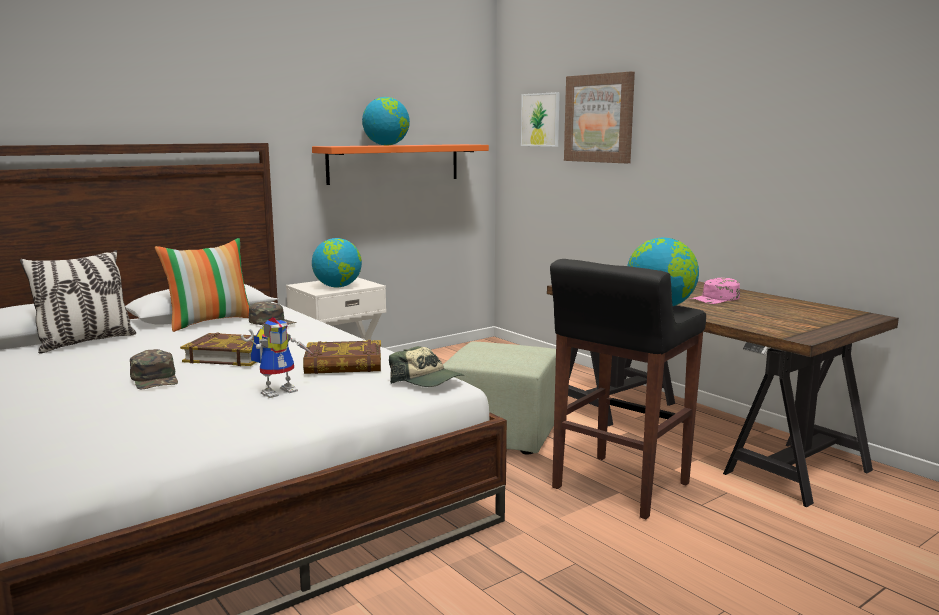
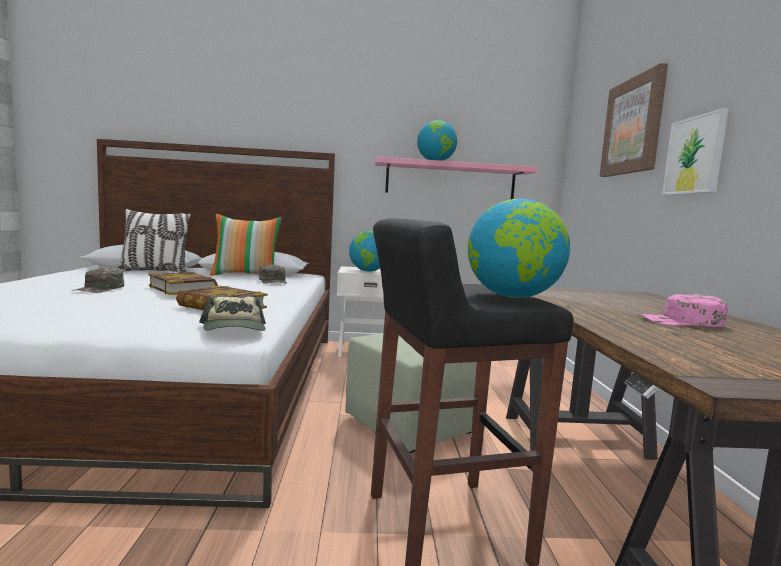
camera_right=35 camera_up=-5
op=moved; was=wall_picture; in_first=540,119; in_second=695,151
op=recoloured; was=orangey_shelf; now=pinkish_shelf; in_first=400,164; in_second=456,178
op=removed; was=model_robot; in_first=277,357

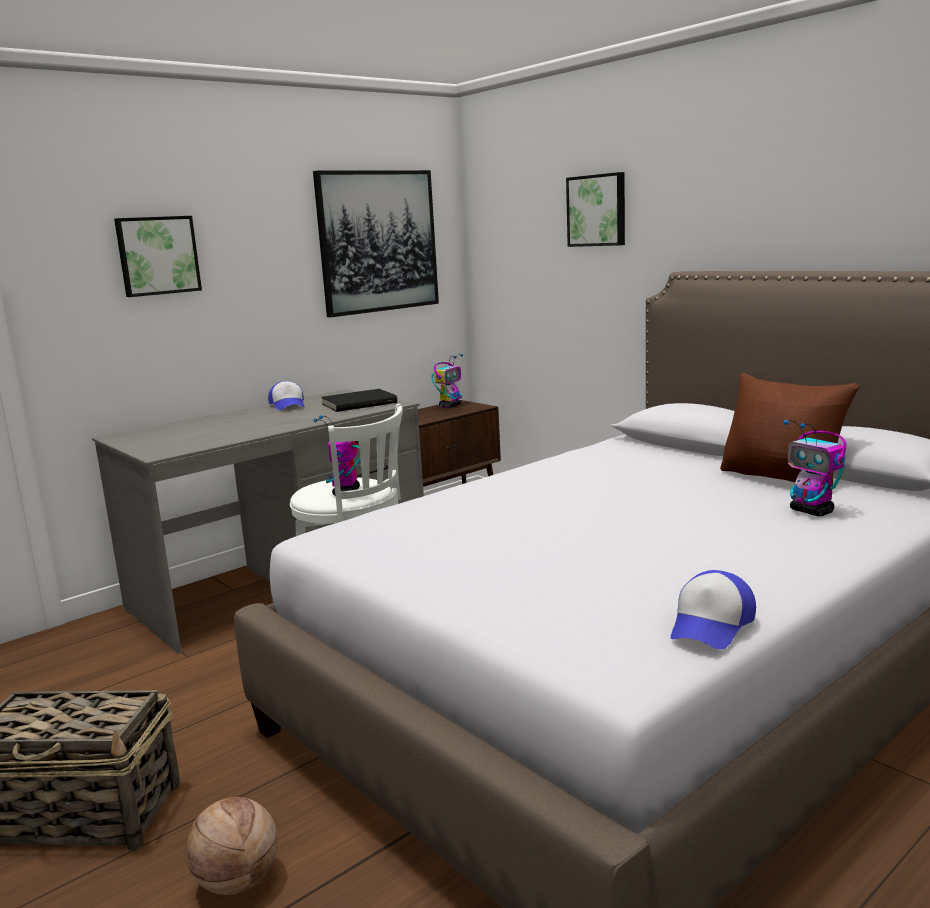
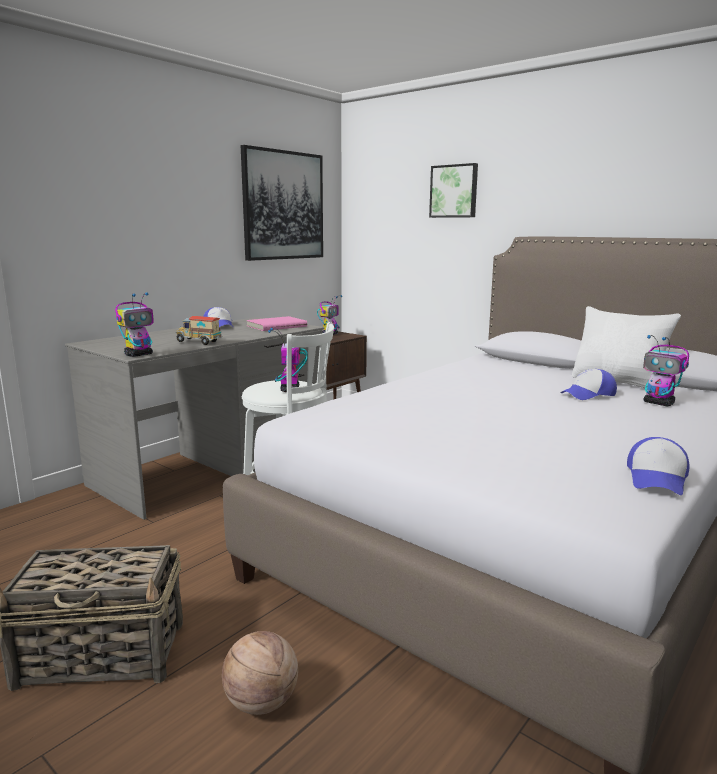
camera_right=-10 camera_up=0
op=removed; was=wall_picture; in_first=158,256
op=recoloured; was=brown-coloured_throw_pillow; now=whitish_throw_pillow; in_first=789,429; in_second=626,347
op=recoloured; was=blackish_bound_book; now=pinkish_bound_book; in_first=359,400; in_second=276,323
op=added; now=model_robot; in_second=134,324
op=added; now=toy_truck; in_second=198,330
op=added; now=baseball_cap; in_second=589,384

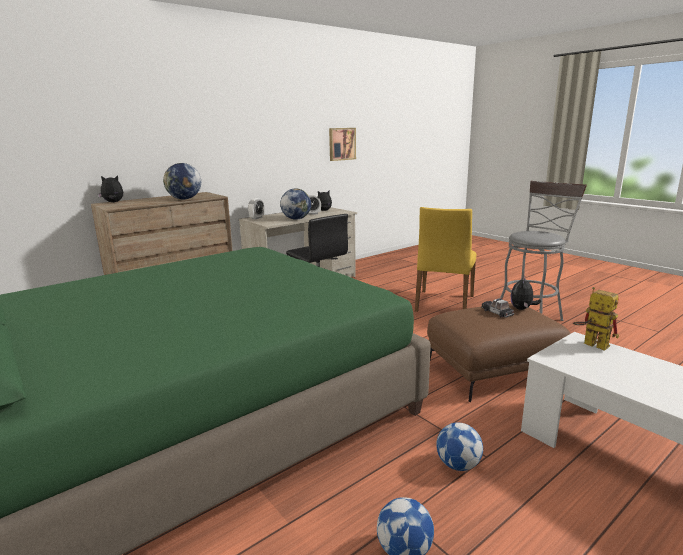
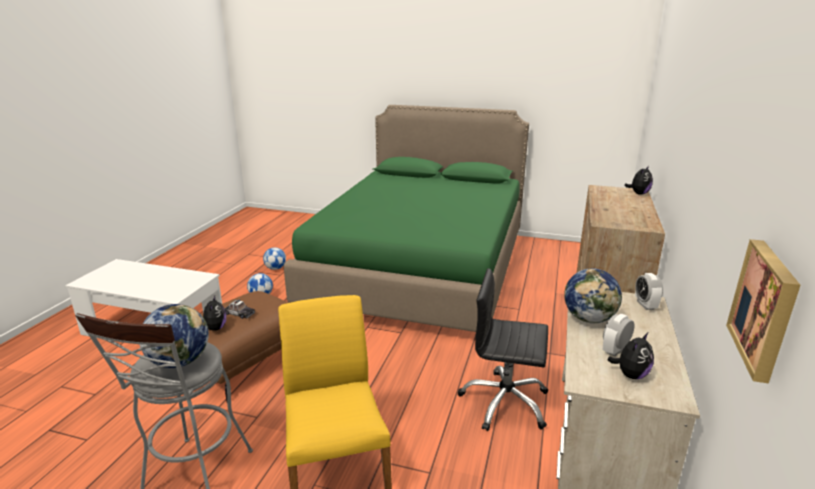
camera_right=145 camera_up=5
op=moved; was=world_globe; in_first=182,181; in_second=174,336
op=removed; was=model_robot; in_first=596,319

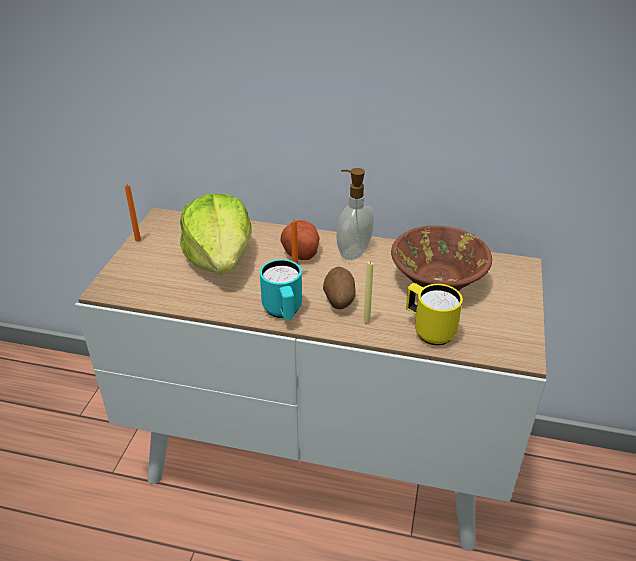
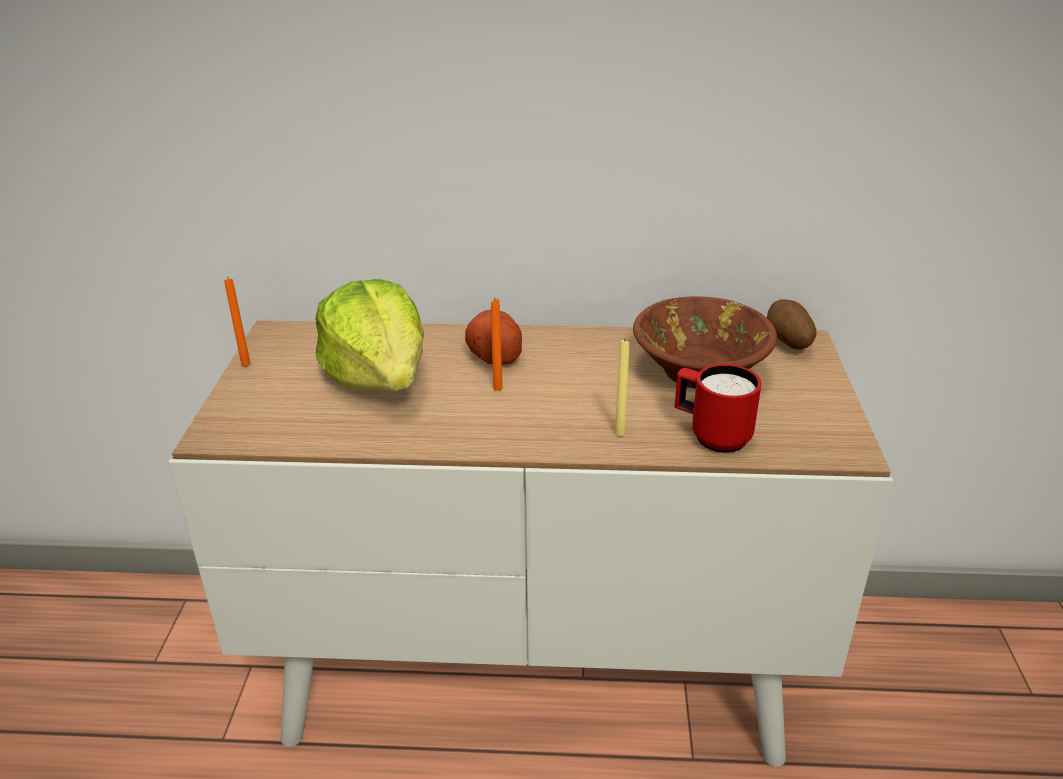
camera_right=-10 camera_up=-5
op=removed; was=liquid_soap_bottle; in_first=355,214
op=removed; was=blue-green_tea_mug; in_first=281,289
op=moved; was=potato; in_first=339,288; in_second=792,325
op=recoloured; was=yellowish_tea_mug; now=reddish_tea_mug; in_first=434,314; in_second=718,408

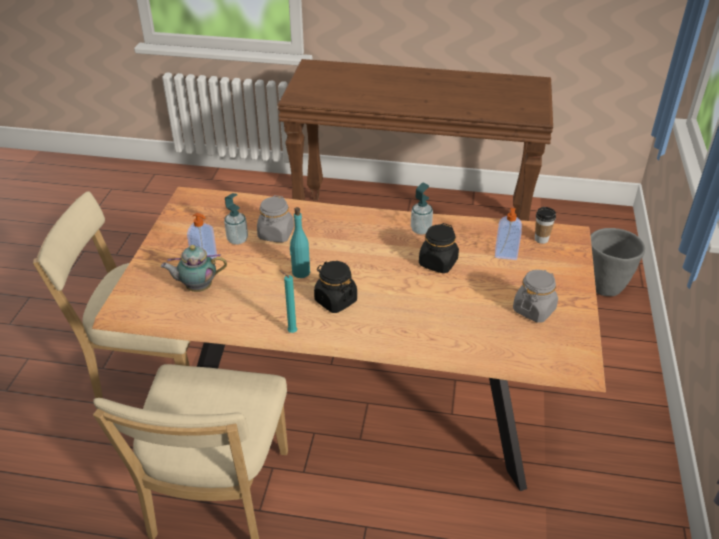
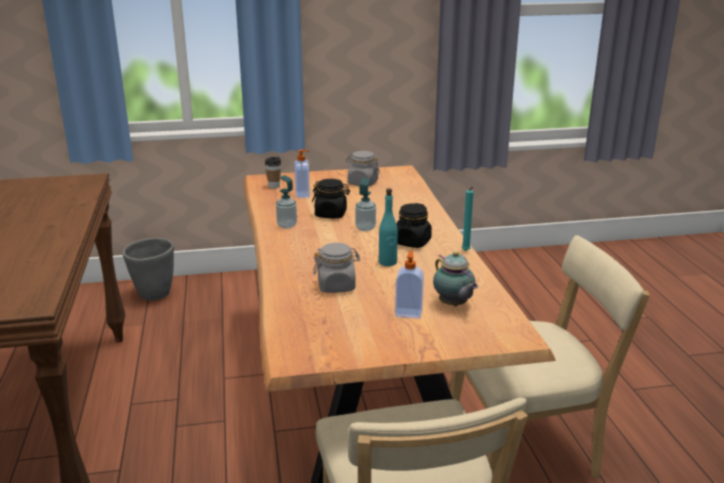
camera_right=-110 camera_up=-15
op=moved; was=liquid_soap_bottle; in_first=236,219; in_second=365,204

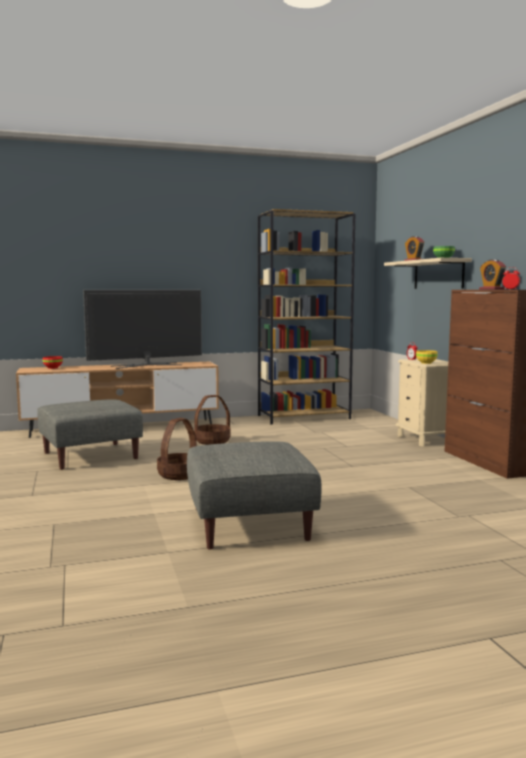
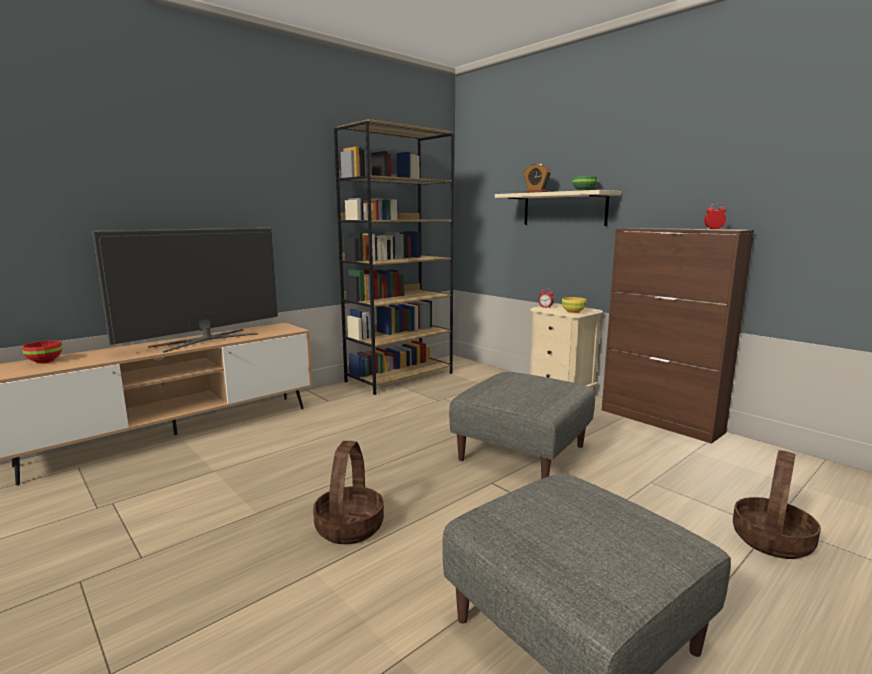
camera_right=-25 camera_up=5
op=removed; was=alarm_clock; in_first=492,274
op=moved; was=household_basket; in_first=212,420; in_second=777,504
op=moved; was=grey_footrest; in_first=90,434; in_second=522,425

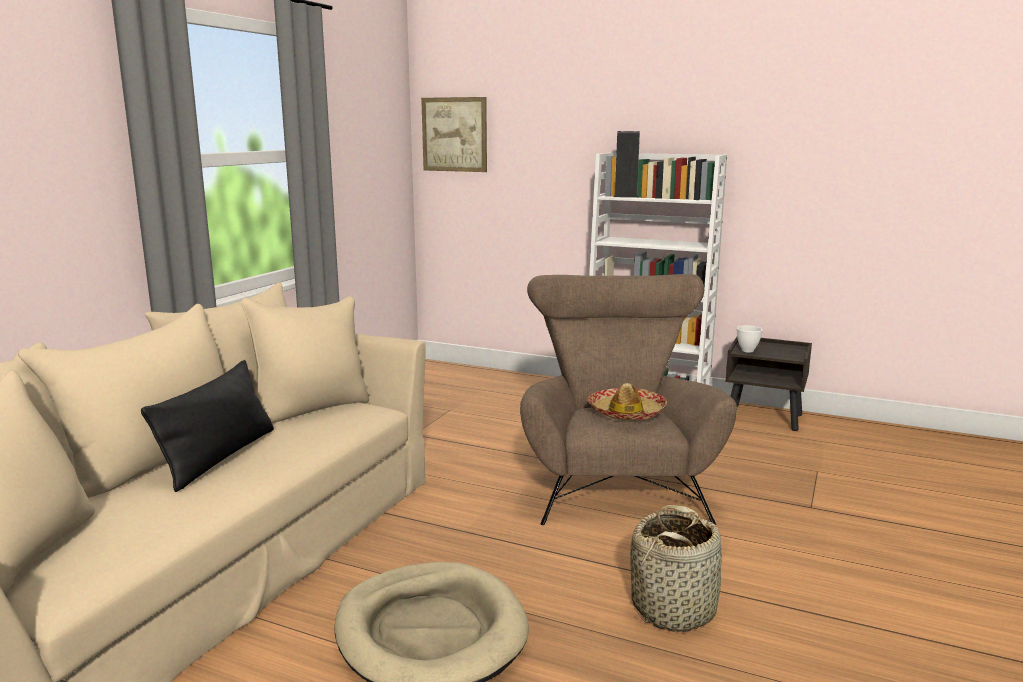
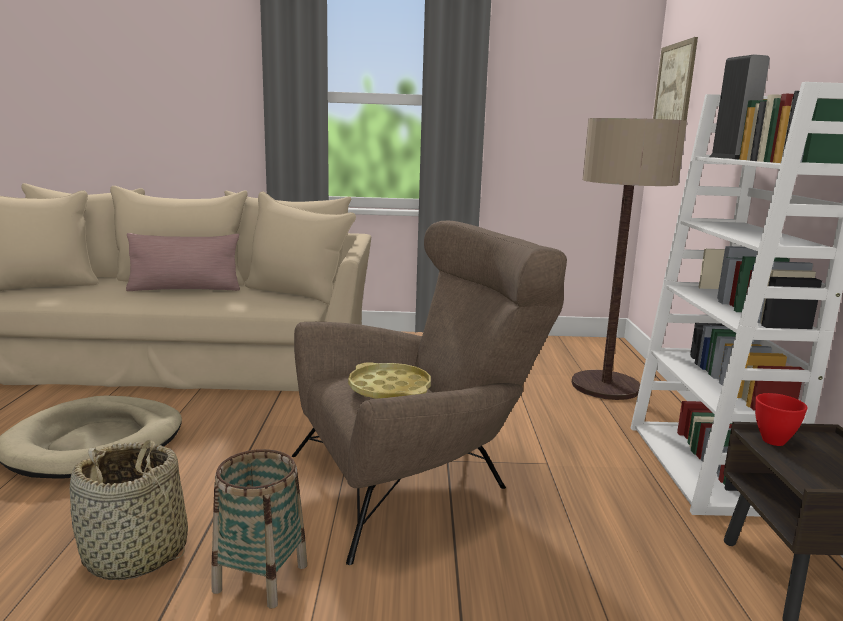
camera_right=65 camera_up=0
op=recoloured; was=whitish_serving_bowl; now=reddish_serving_bowl; in_first=750,339; in_second=781,419
op=recoloured; was=blackish_throw_pillow; now=pinkish_throw_pillow; in_first=207,426; in_second=183,262
op=replaced; was=wearable_hat; now=yellowish_tray; in_first=627,402; in_second=389,380
op=added; now=floor_lamp; in_second=629,259
op=added; now=household_basket; in_second=259,529

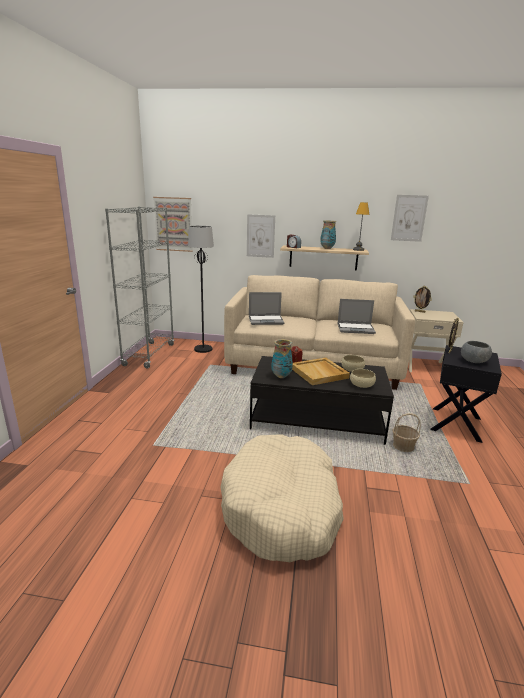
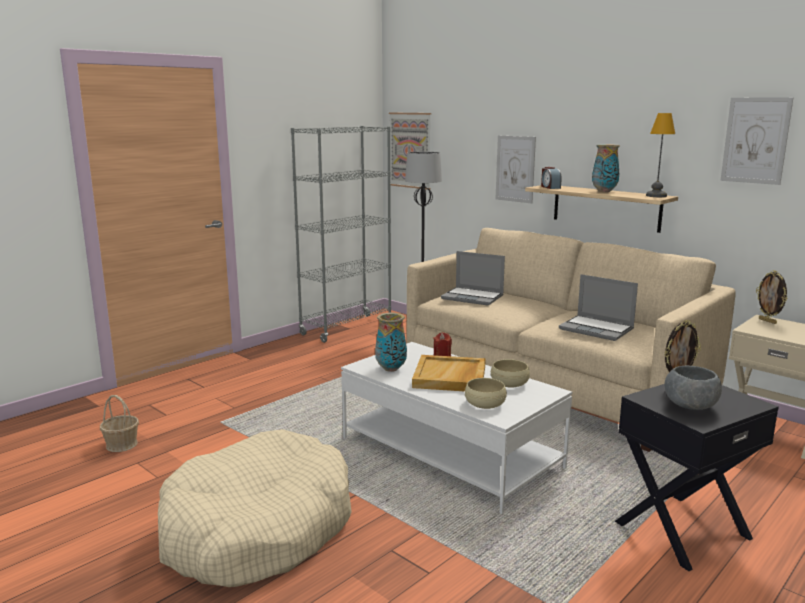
camera_right=35 camera_up=-5
op=recoloured; was=blackish_lounge_table; now=whitish_lounge_table; in_first=322,400; in_second=456,428
op=moved; was=household_basket; in_first=406,432; in_second=119,423

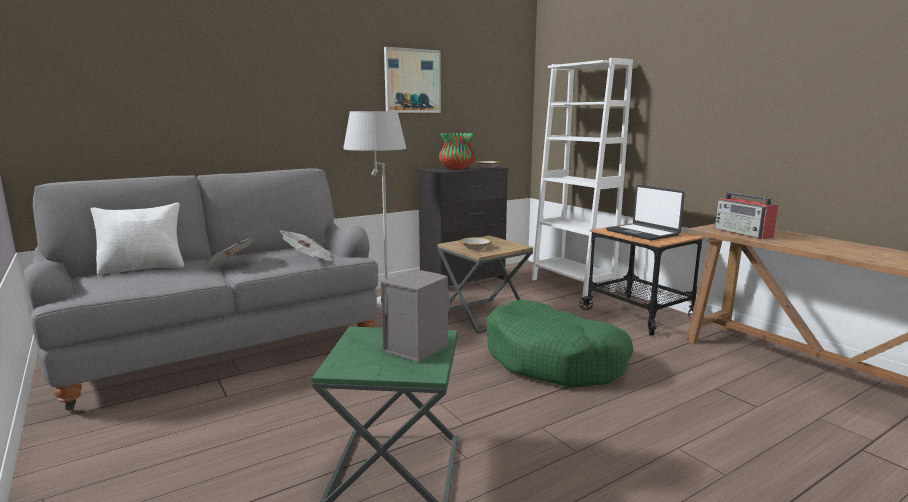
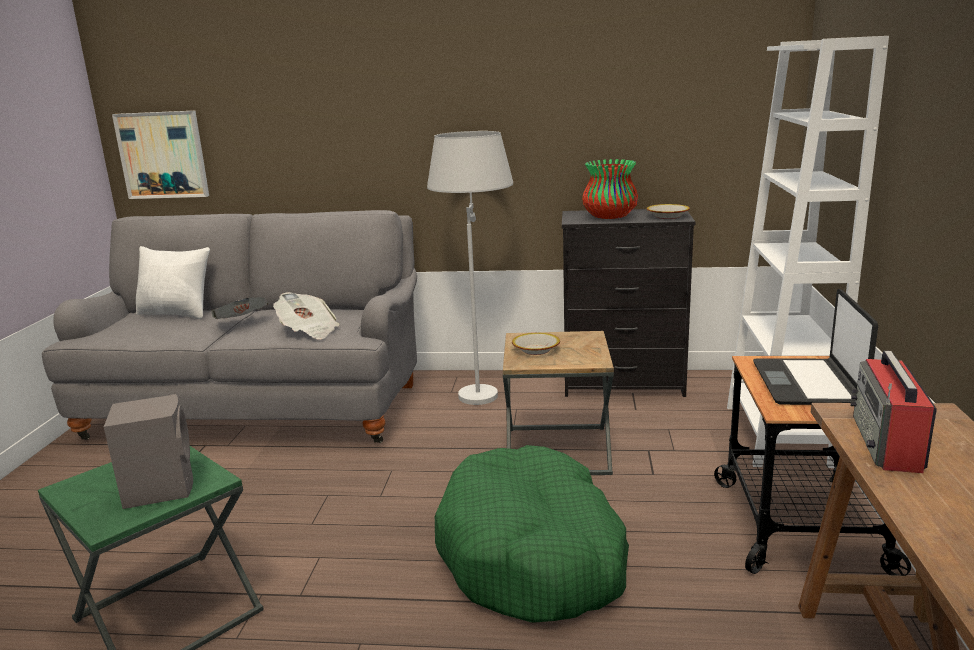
camera_right=40 camera_up=5
op=moved; was=wall_picture; in_first=412,80; in_second=160,155

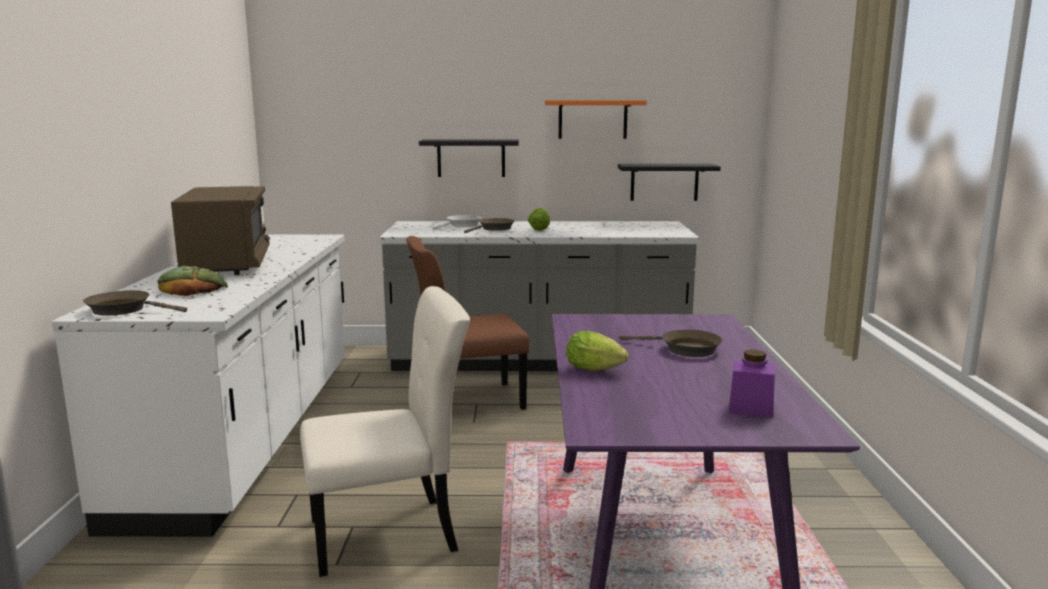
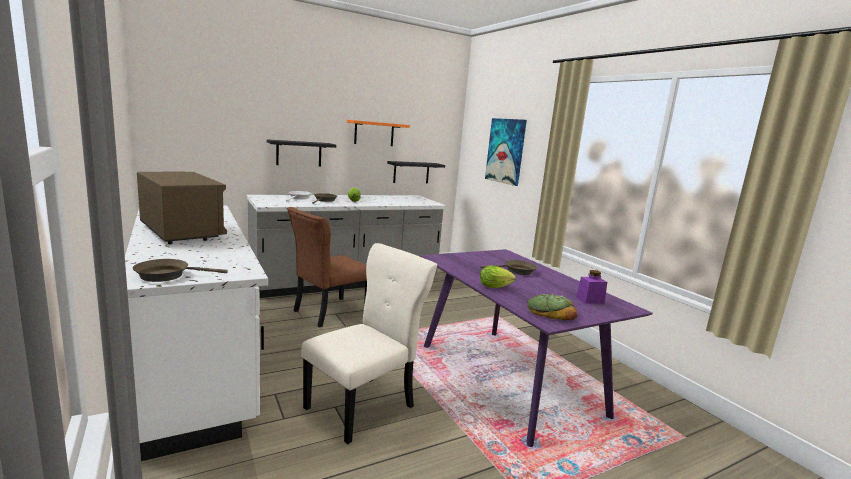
camera_right=-30 camera_up=0
op=moved; was=bread; in_first=192,281; in_second=552,307
op=added; now=wall_picture; in_second=506,152

